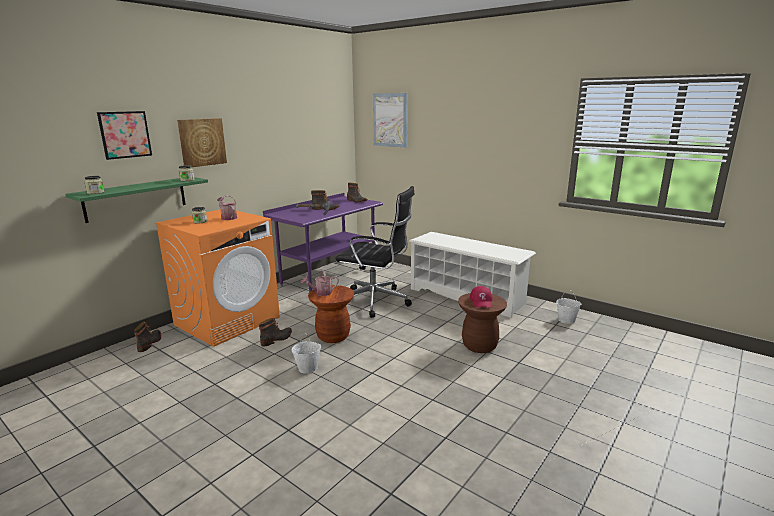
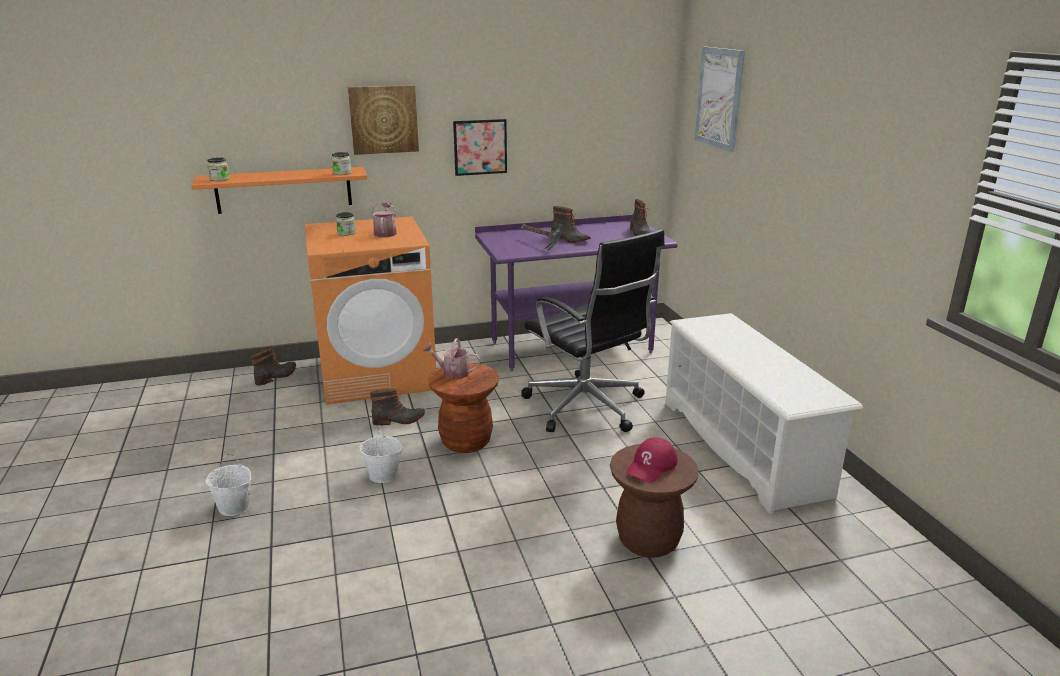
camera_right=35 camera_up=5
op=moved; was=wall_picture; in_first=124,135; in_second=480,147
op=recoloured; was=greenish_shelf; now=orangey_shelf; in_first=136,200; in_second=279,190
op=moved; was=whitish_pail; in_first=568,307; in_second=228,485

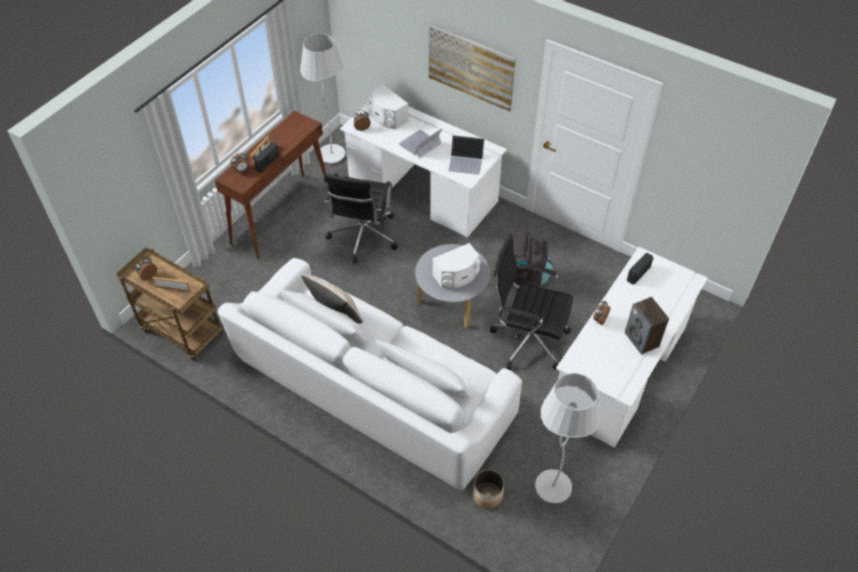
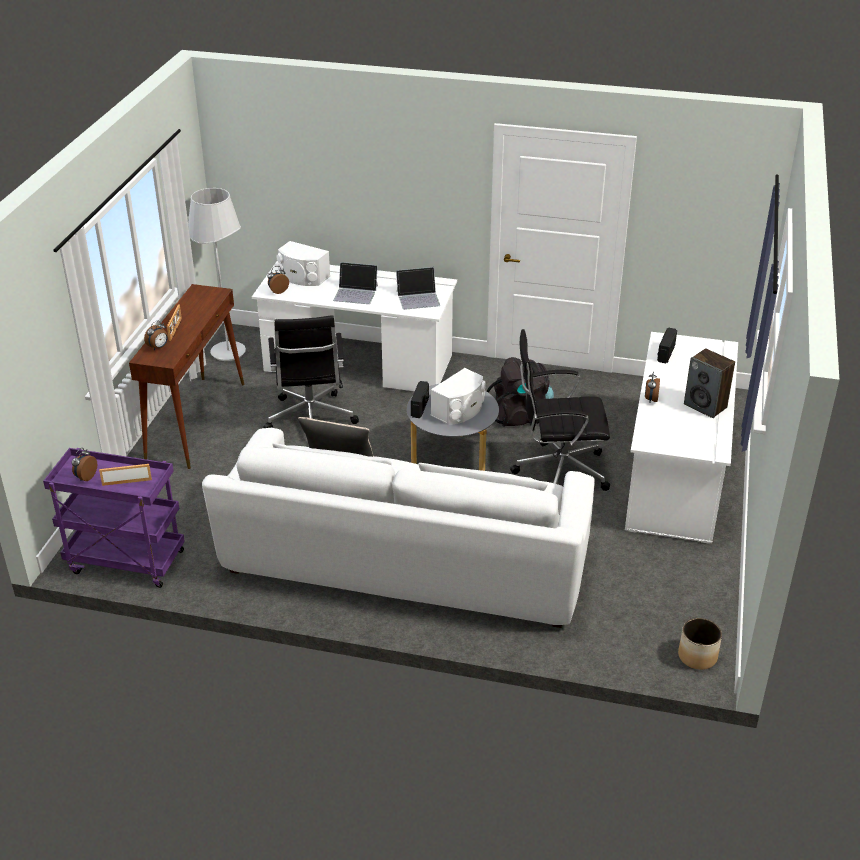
camera_right=-20 camera_up=-15
op=removed; was=wall_picture; in_first=472,67
op=turned; was=portable_computer; in_first=420,143; in_second=355,283; clockwise=-105
op=moved; was=radio; in_first=266,157; in_second=420,399
op=recoloured; was=brown-coloured_trolley; now=purple_trolley; in_first=169,304; in_second=114,518
op=removed; was=whitish_floor_lamp; in_first=567,438
op=moved; was=flower_pot; in_first=488,489; in_second=700,644

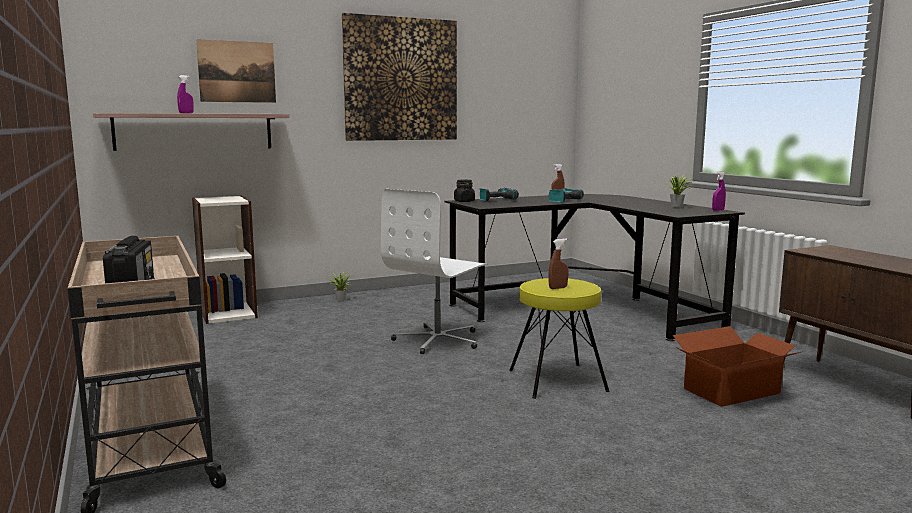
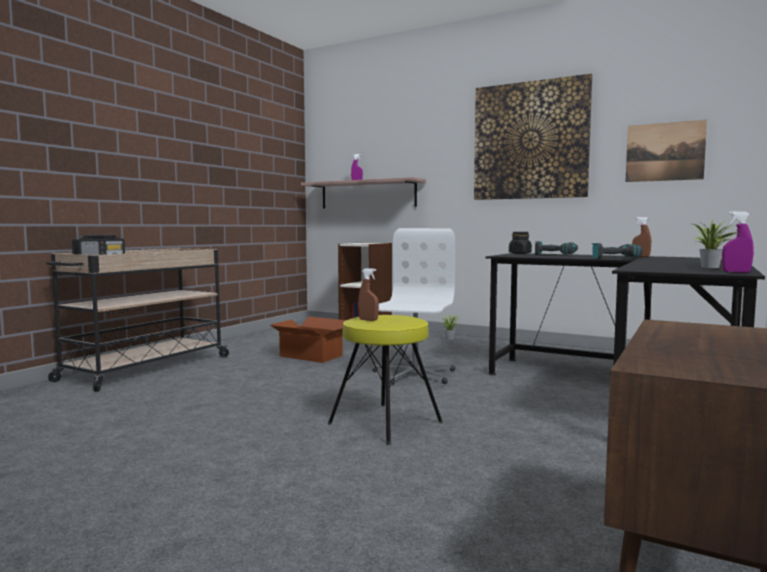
camera_right=55 camera_up=-5
op=moved; was=wall_picture; in_first=236,71; in_second=666,151
op=turned; was=whitish_office_chair; in_first=434,271; in_second=413,306; clockwise=105
op=moved; was=carton; in_first=738,366; in_second=308,339

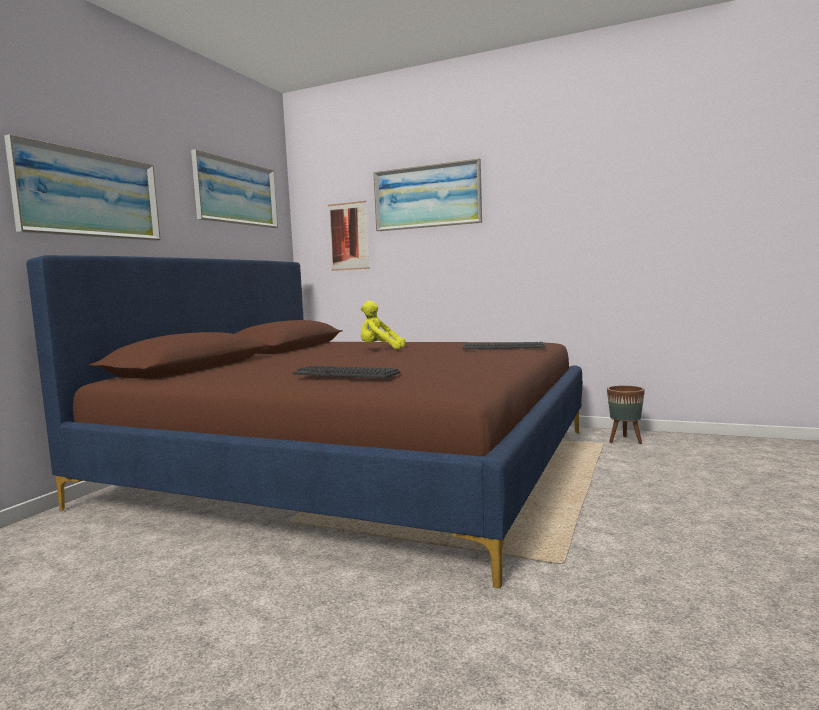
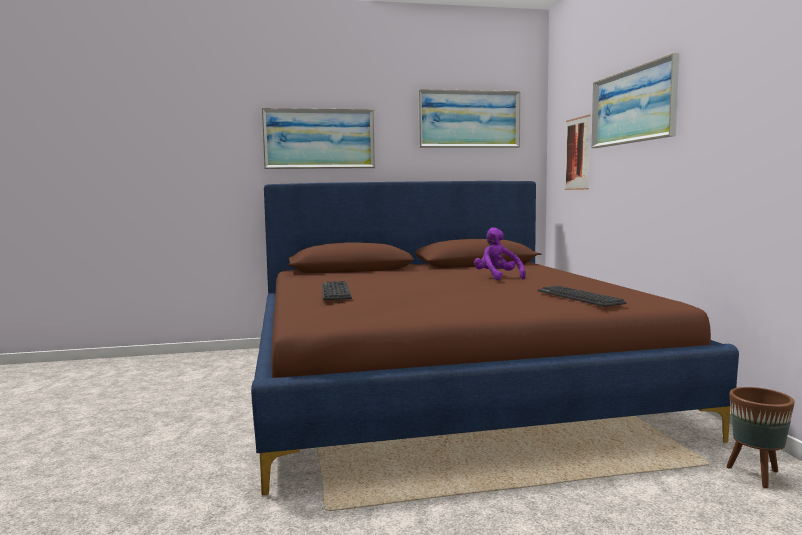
camera_right=55 camera_up=0
op=recoloured; was=yellowish_cuddly_toy; now=purple_cuddly_toy; in_first=382,325; in_second=500,253

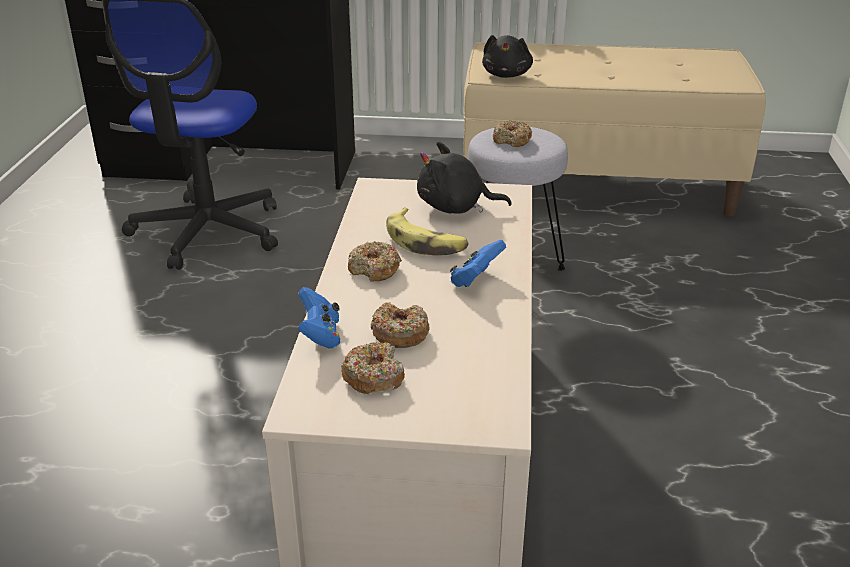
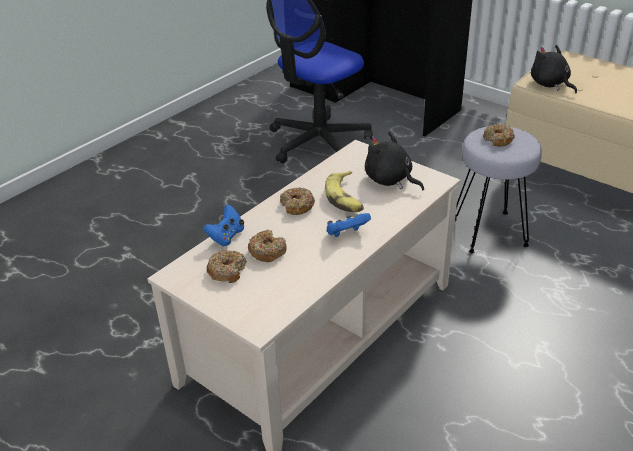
camera_right=35 camera_up=5
op=turned; was=blackish_cuddly_toy; in_first=507,56; in_second=554,69; clockwise=105

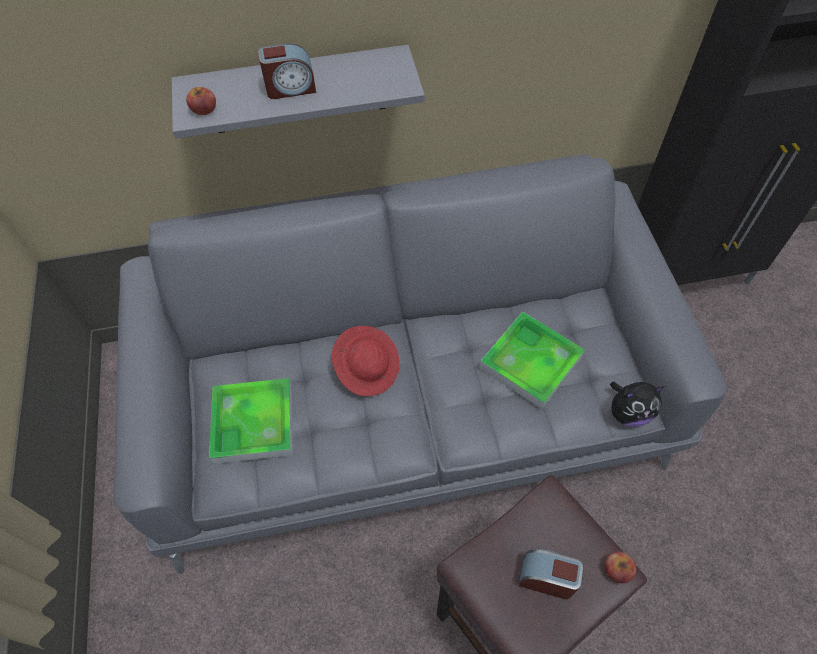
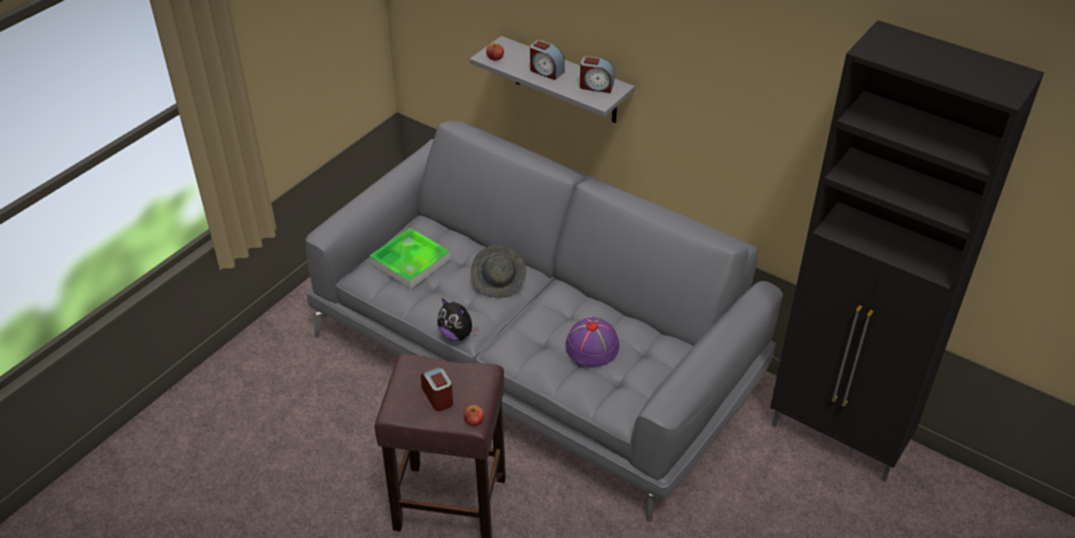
camera_right=45 camera_up=-15
op=replaced; was=tray; now=purple_wearable_hat; in_first=532,360; in_second=592,342
op=recoloured; was=reddish_wearable_hat; now=grey_wearable_hat; in_first=366,361; in_second=498,271
op=moved; was=cuddly_toy; in_first=637,404; in_second=458,319
op=added; now=alarm_clock; in_second=597,74

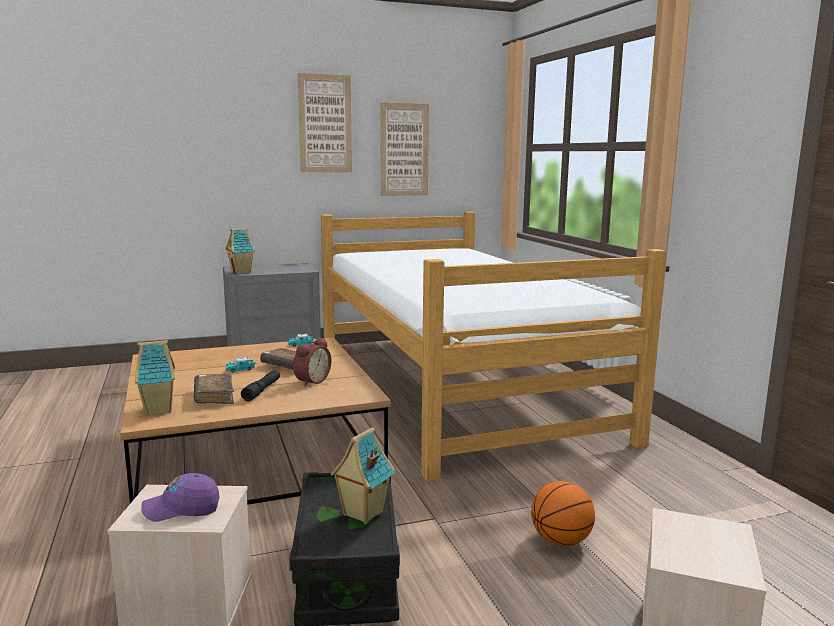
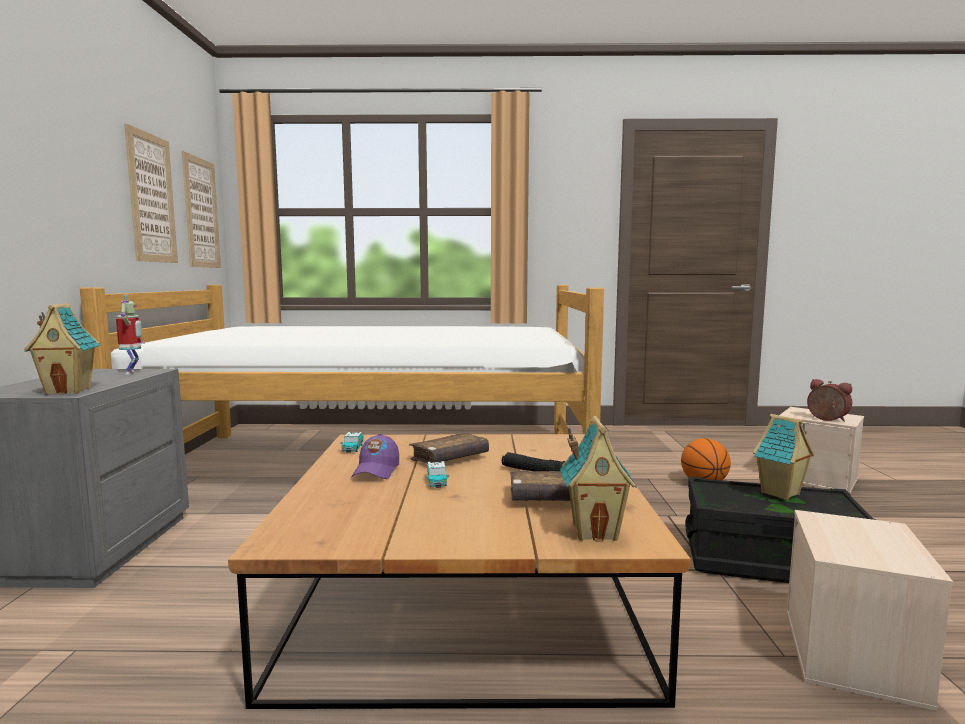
camera_right=-70 camera_up=-5
op=moved; was=wall_picture; in_first=325,122; in_second=201,209
op=moved; was=alarm_clock; in_first=312,361; in_second=829,400
op=moved; was=purple_baseball_cap; in_first=180,497; in_second=375,456
op=added; now=model_robot; in_second=130,334

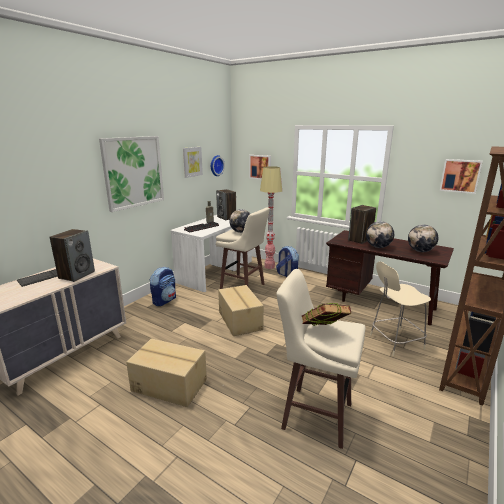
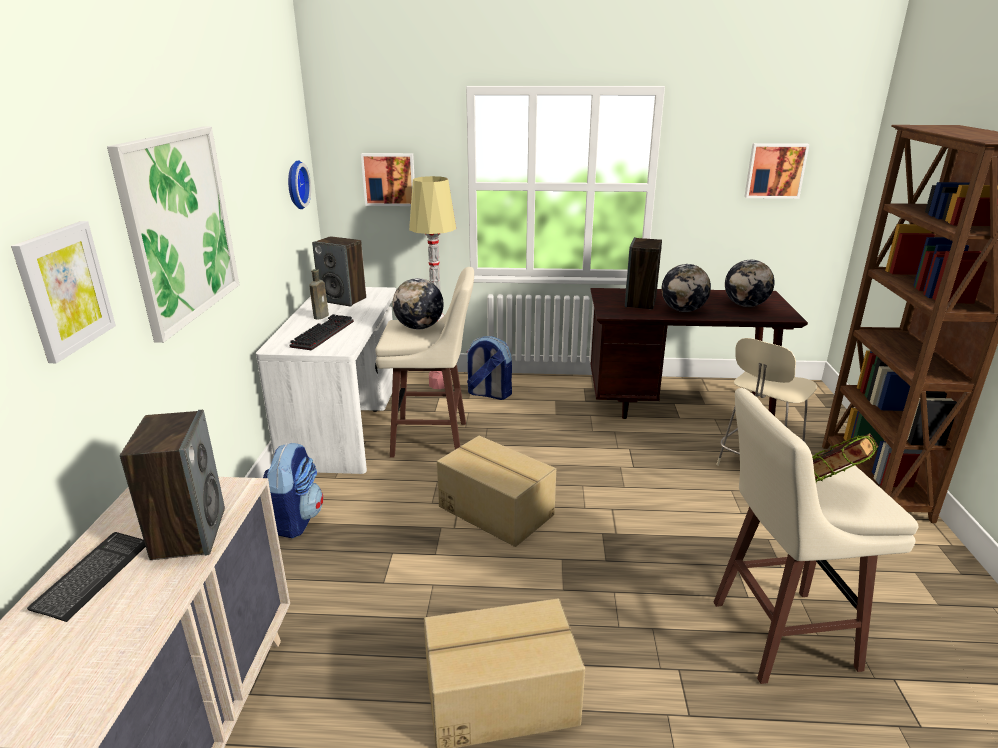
camera_right=-30 camera_up=5
op=moved; was=wall_picture; in_first=193,162; in_second=63,292

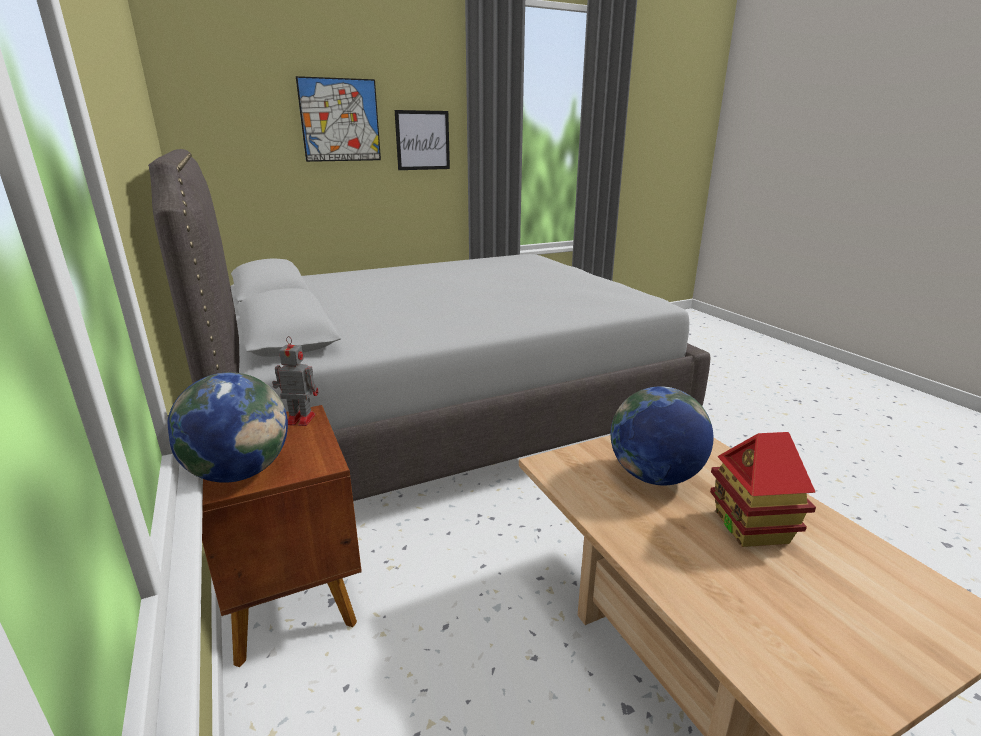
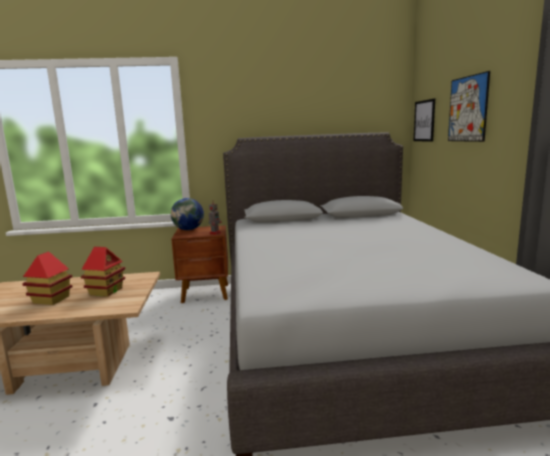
camera_right=110 camera_up=-10
op=moved; was=wall_picture; in_first=422,140; in_second=424,120
op=replaced; was=world_globe; now=model_house; in_first=662,435; in_second=103,272

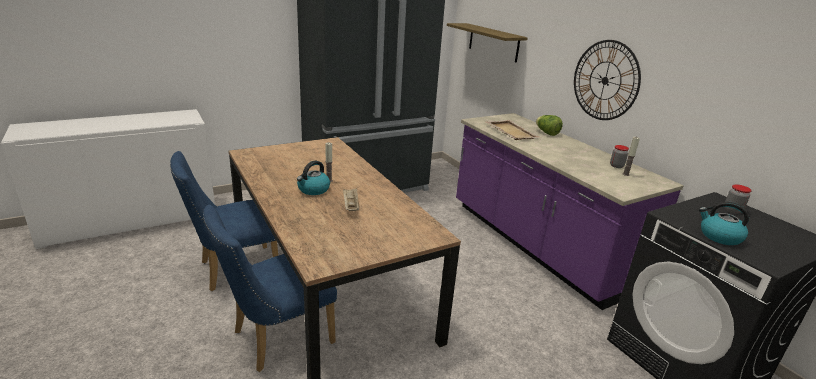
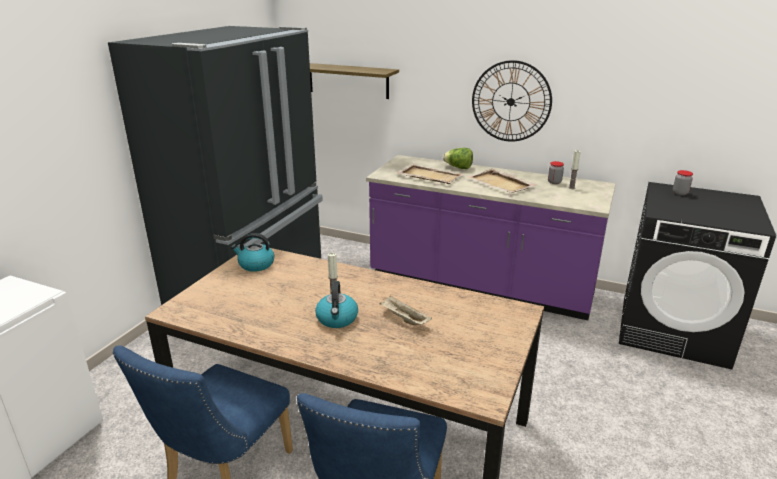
camera_right=-35 camera_up=0
op=moved; was=tea_kettle; in_first=724,223; in_second=252,252
op=added; now=beige-coloured_tray; in_second=502,181

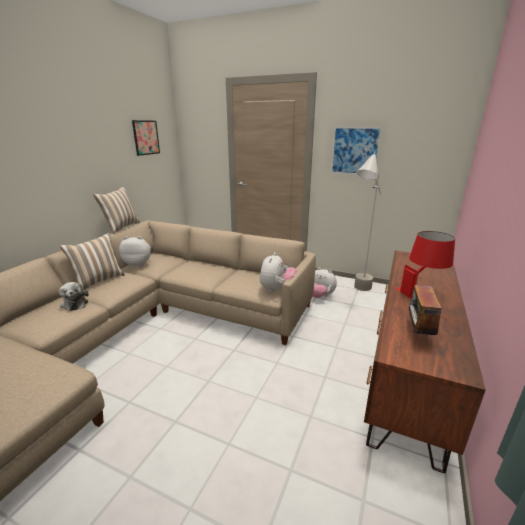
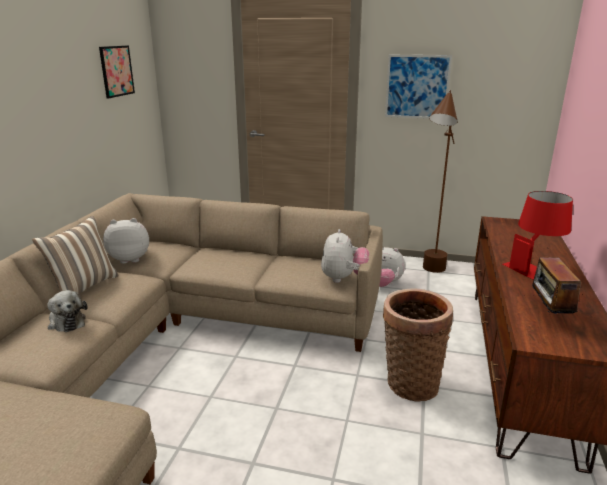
camera_right=-10 camera_up=0
op=recoloured; was=grey_floor_lamp; now=brown-coloured_floor_lamp; in_first=367,221; in_second=440,181
op=removed; was=throw_pillow; in_first=116,210
op=added; now=household_basket; in_second=418,345

